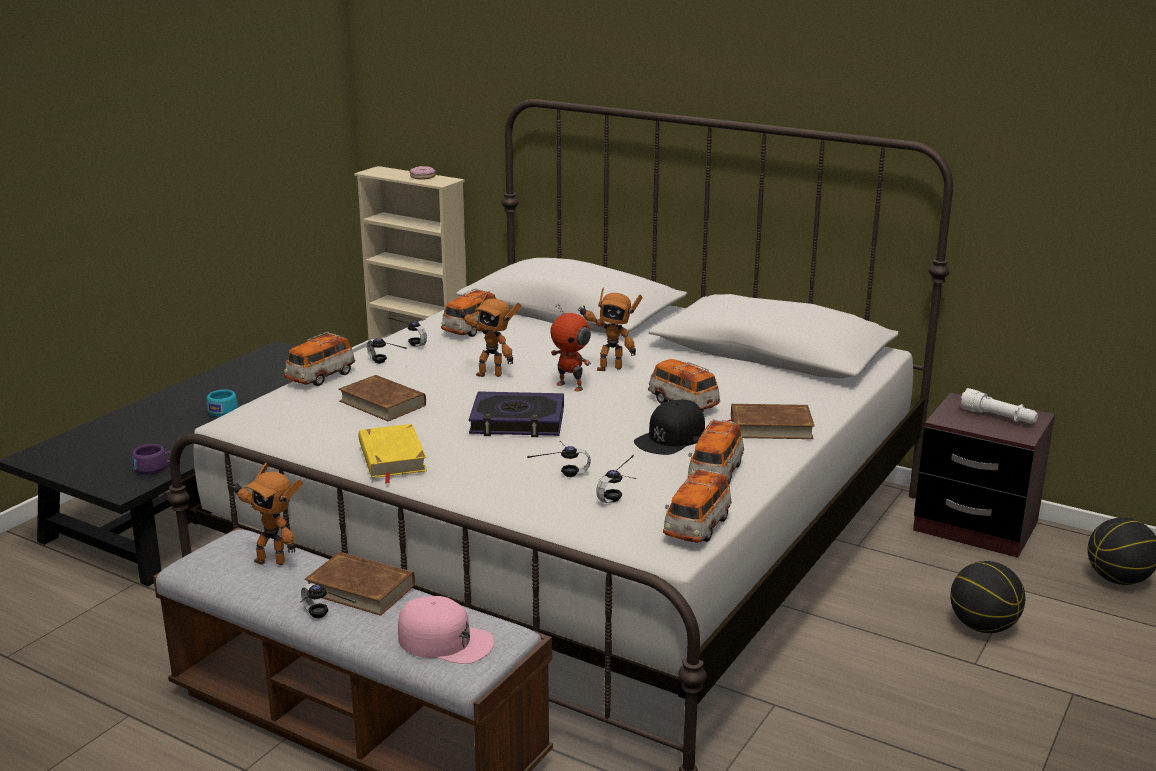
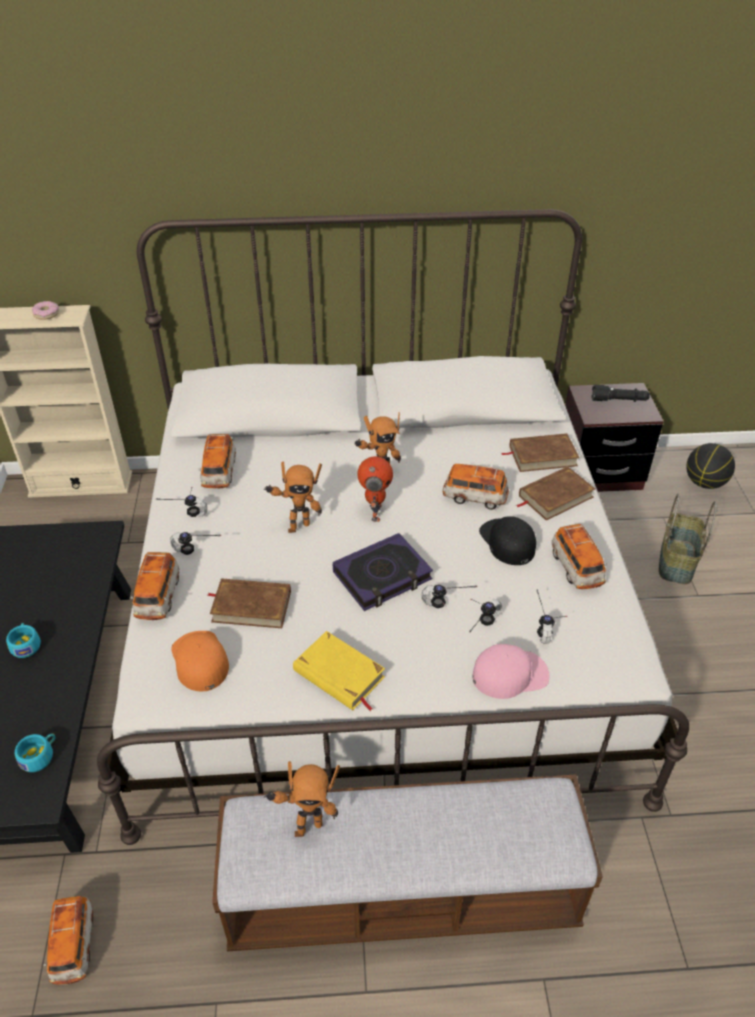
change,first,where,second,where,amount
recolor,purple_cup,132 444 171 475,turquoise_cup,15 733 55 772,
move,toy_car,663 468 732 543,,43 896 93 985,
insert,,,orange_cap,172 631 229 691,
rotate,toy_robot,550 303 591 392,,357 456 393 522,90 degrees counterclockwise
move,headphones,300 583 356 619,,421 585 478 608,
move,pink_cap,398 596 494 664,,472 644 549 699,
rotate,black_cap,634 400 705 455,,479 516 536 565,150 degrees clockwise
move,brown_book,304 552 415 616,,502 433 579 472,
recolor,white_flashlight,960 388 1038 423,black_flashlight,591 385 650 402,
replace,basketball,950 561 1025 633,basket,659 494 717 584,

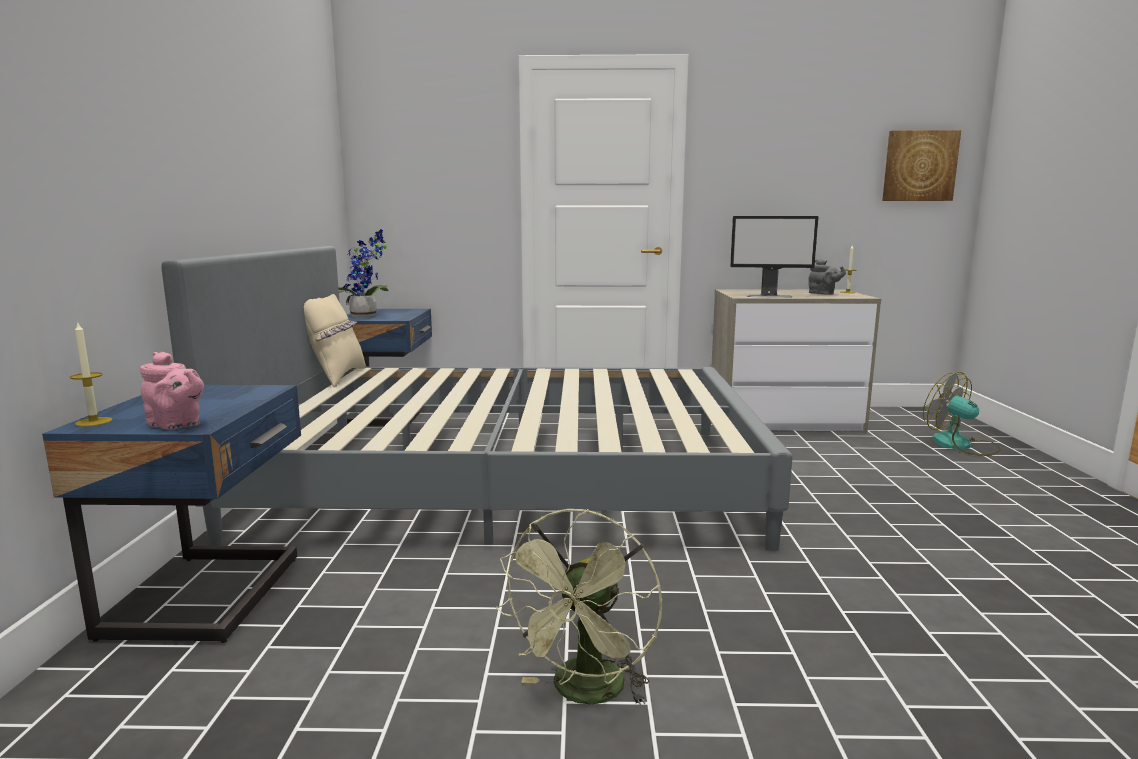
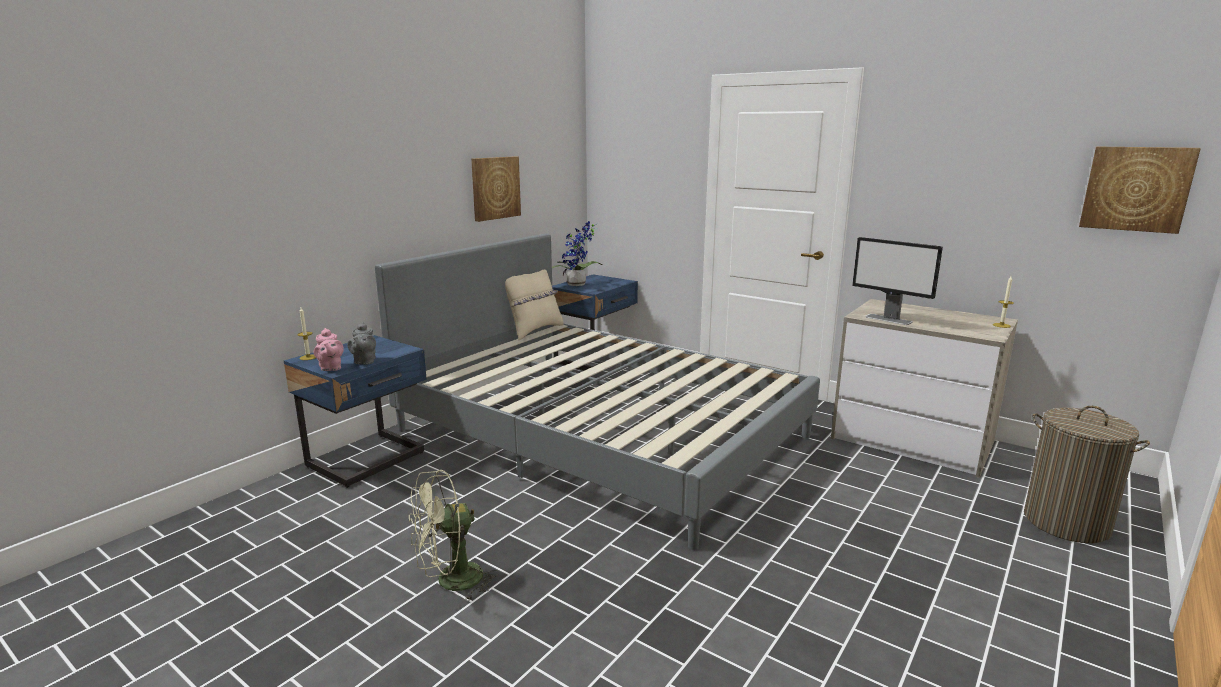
change,first,where,second,where,amount
move,grey_teapot,808 259 846 294,,347 322 376 365,
insert,,,picture,471 156 521 222,
replace,fan,923 372 1001 456,laundry_basket,1024 405 1150 543,

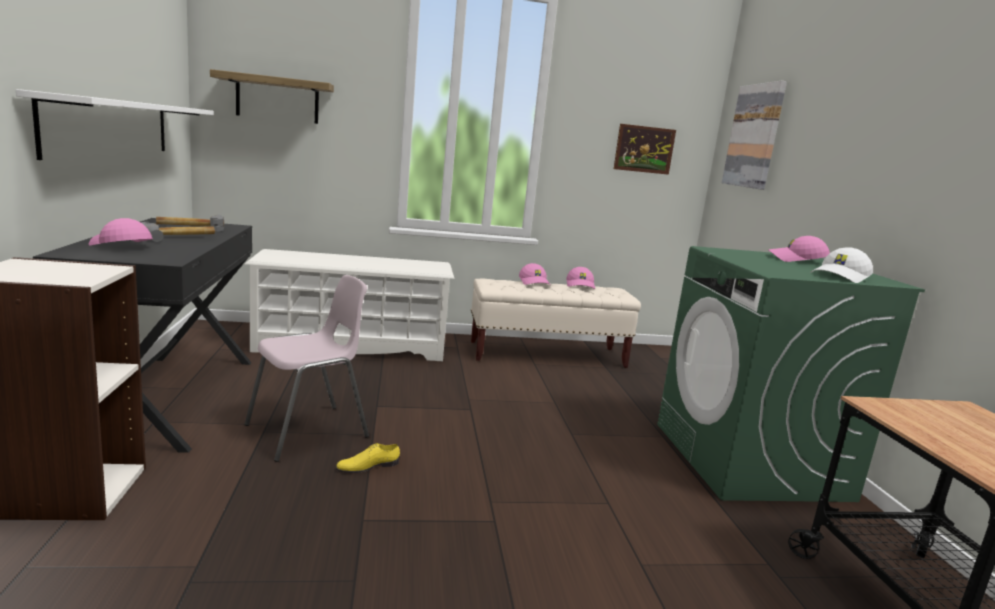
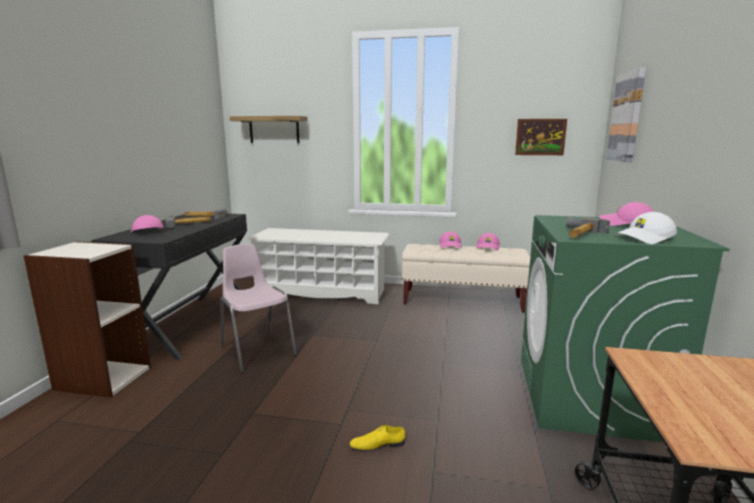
change,first,where,second,where,amount
rotate,pink_chair,244 275 369 462,,220 244 297 373,105 degrees counterclockwise
move,yellow_shoe,336 443 400 473,,349 425 405 451,
insert,,,hammer,566 217 610 238,
delete,white_shelf,16 89 214 160,,,

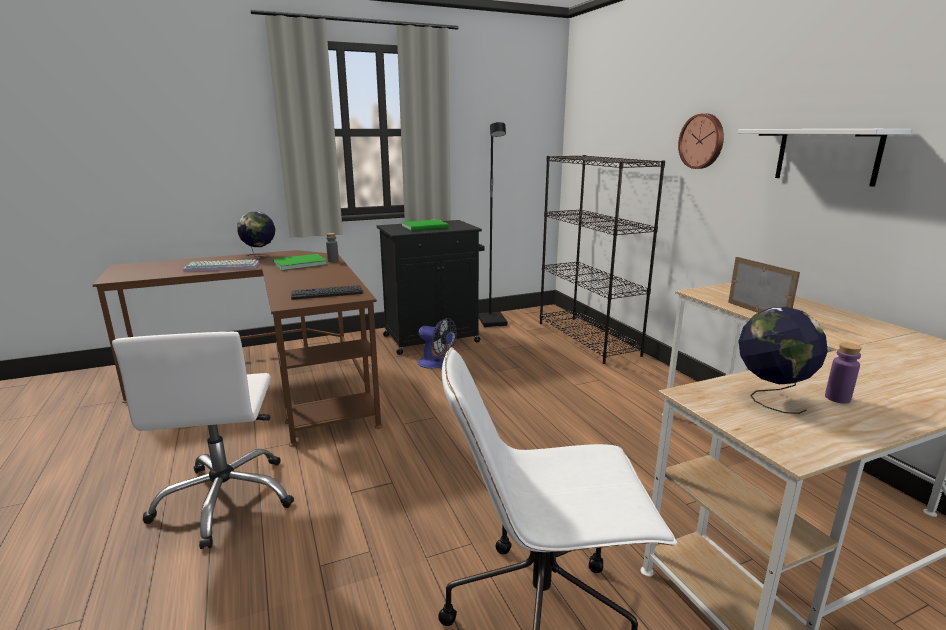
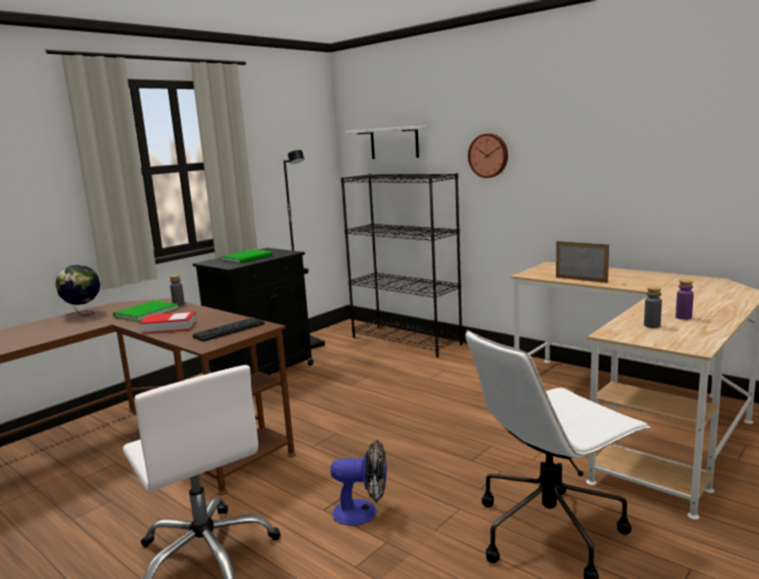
change,first,where,second,where,amount
insert,,,book,139 311 197 334,
move,fan,418 318 457 369,,330 440 387 526,
move,white_shelf,738 129 912 187,,345 126 427 159,
replace,globe,739 307 828 414,grey_bottle,644 287 662 328,
delete,keyboard,183 259 260 272,,,

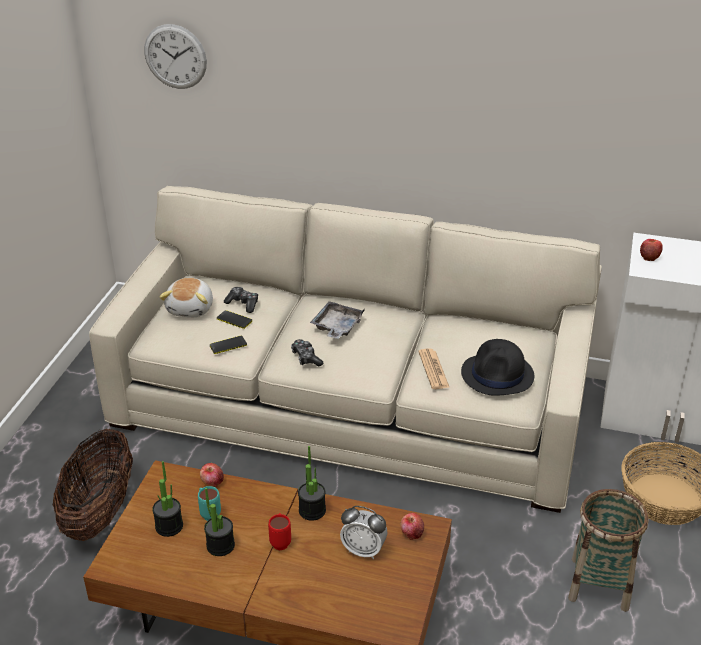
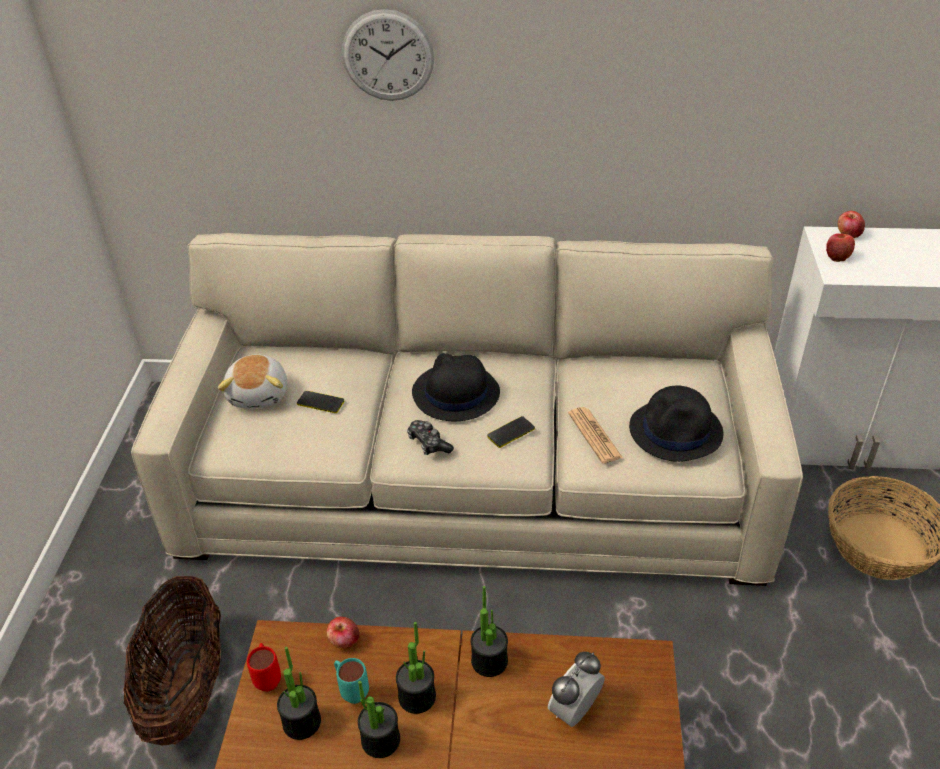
change,first,where,second,where,amount
move,red_mug,268 513 291 550,,247 643 281 692,
move,wall_clock,144 24 207 89,,342 9 434 101,
insert,,,potted_plant,396 622 436 714,
replace,grey_tray,310 301 365 339,black_hat,412 353 500 421,
move,phone,210 336 247 354,,487 416 535 448,
rotate,alarm_clock,340 506 387 559,,548 652 605 727,120 degrees clockwise
move,apple,400 513 424 540,,838 211 865 238,
delete,game_controller,224 287 258 313,,,
delete,basket,568 489 649 612,,,

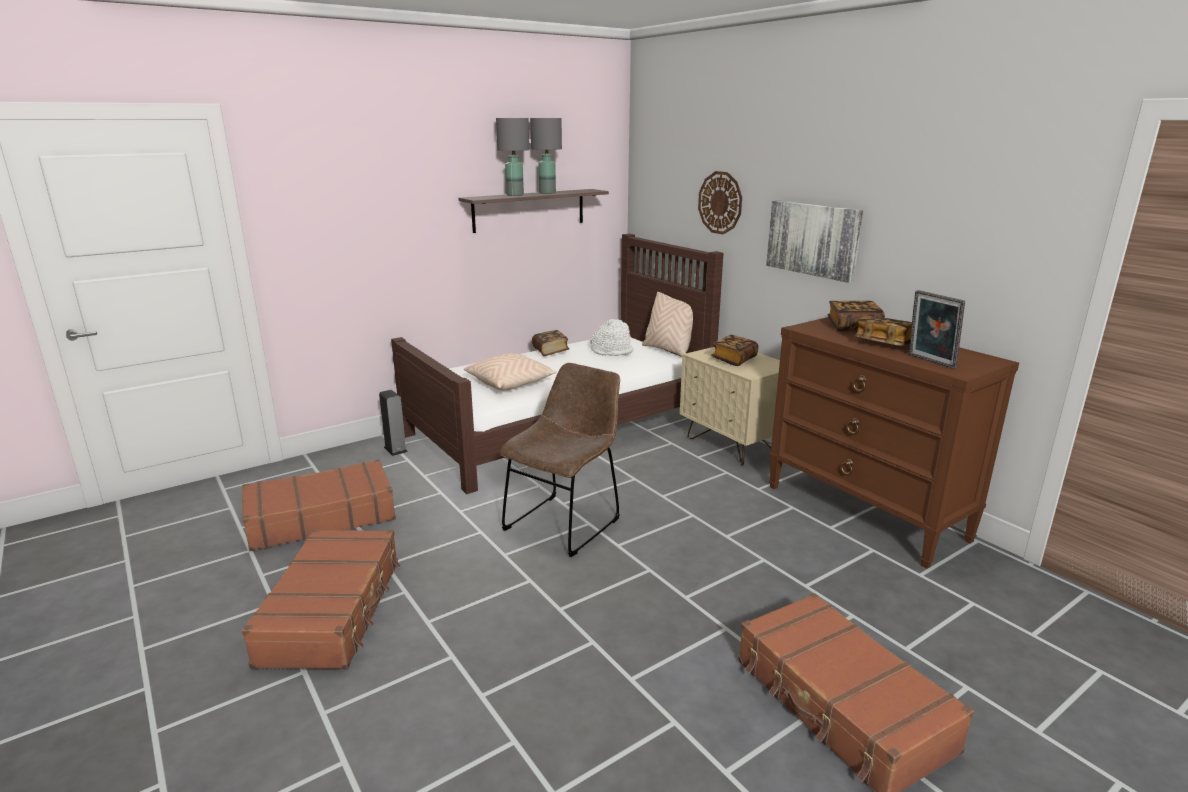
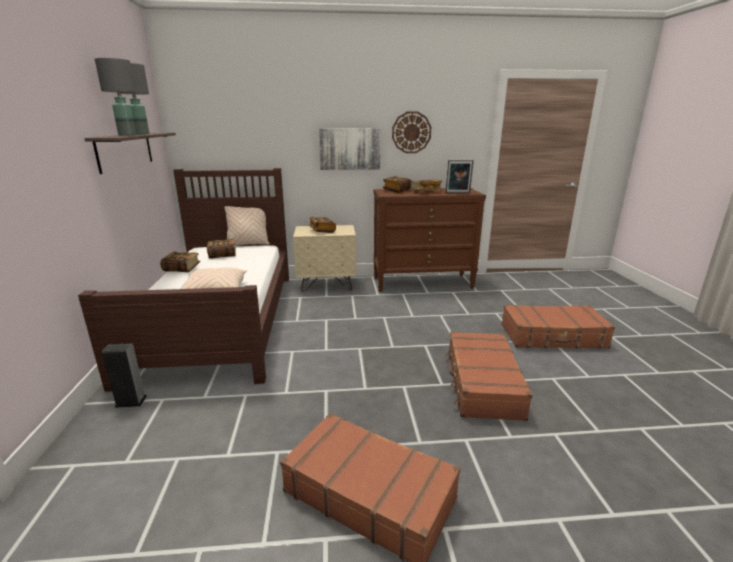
change,first,where,second,where,amount
replace,white_hat,590 319 634 356,book,207 239 236 258,
move,wall_clock,698 171 742 234,,392 111 431 153,
move,brown_suitcase,242 459 396 551,,445 331 533 421,
delete,brown_chair,500 363 620 557,,,

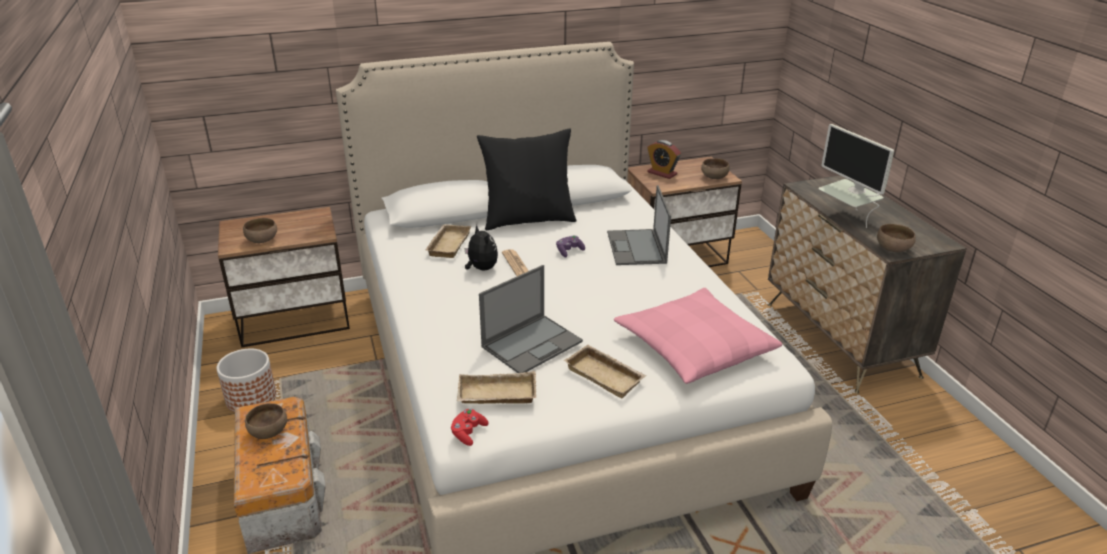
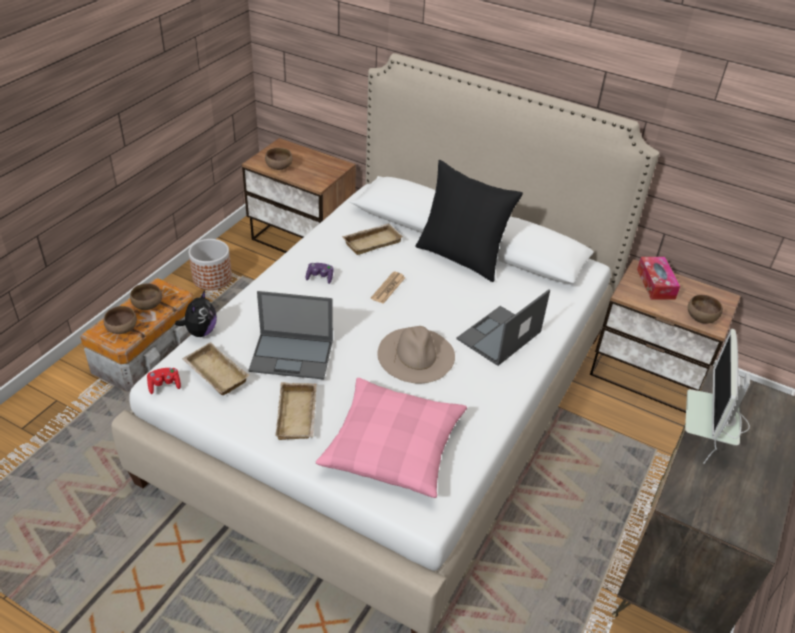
change,first,where,second,where,amount
move,brown_bowl,877 224 916 252,,104 306 137 334,
move,plush_toy,465 225 498 271,,175 290 217 337,
move,purple_game_controller,556 236 585 257,,306 263 334 284,
insert,,,beige_hat,377 326 455 384,
replace,alarm_clock,647 140 681 179,tissue_box,637 257 680 299,

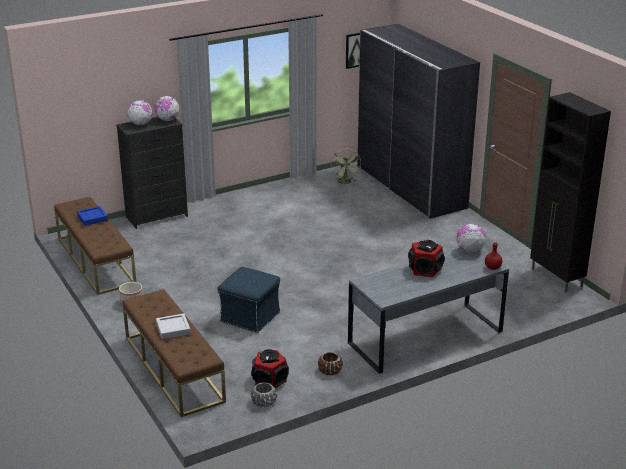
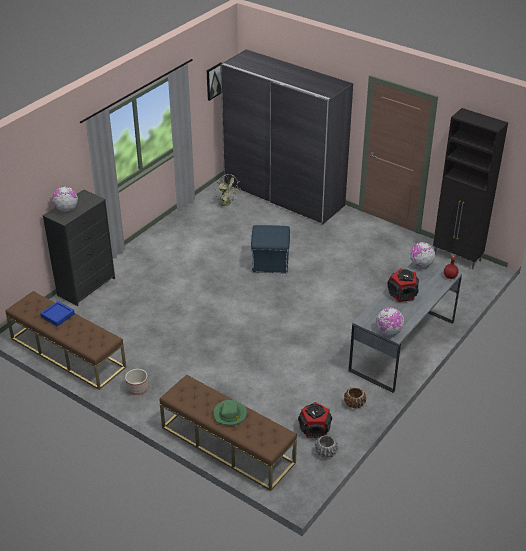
change,first,where,second,where,amount
replace,grey_tray,156 314 191 339,green_hat,214 400 247 426,
move,blue_ottoman,218 267 280 333,,251 225 290 273,
move,globe,154 96 179 121,,377 308 404 335,

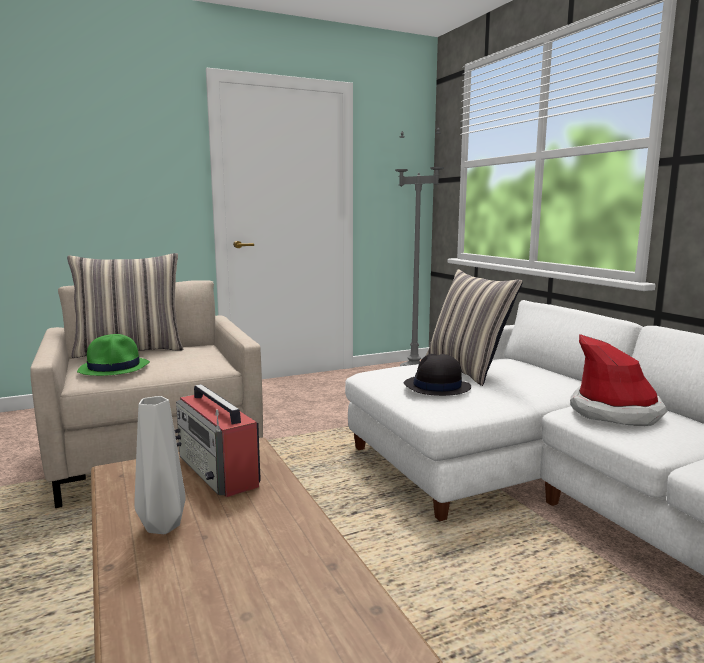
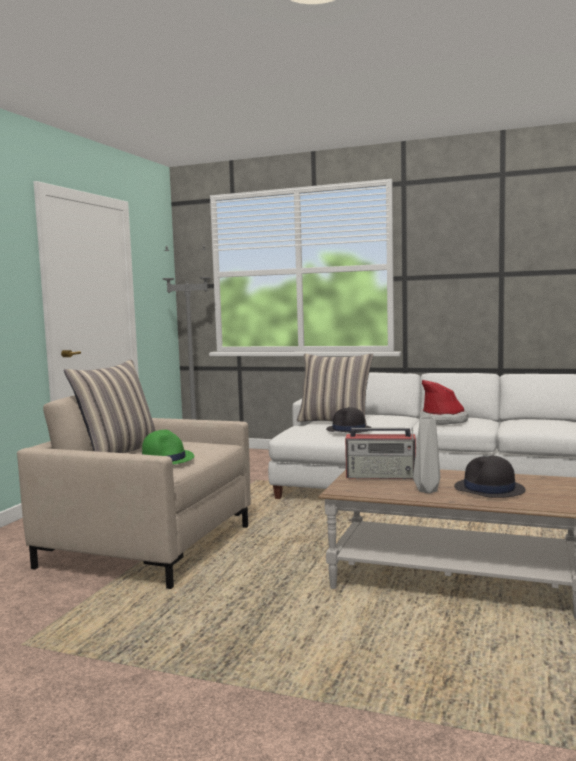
change,first,where,second,where,amount
insert,,,black_hat,454 455 526 498,

